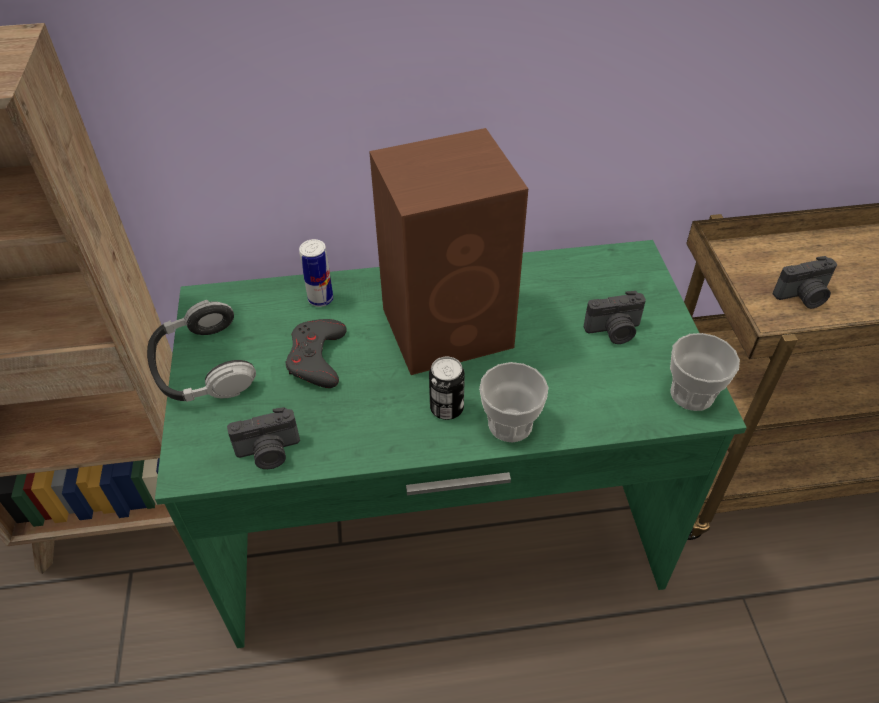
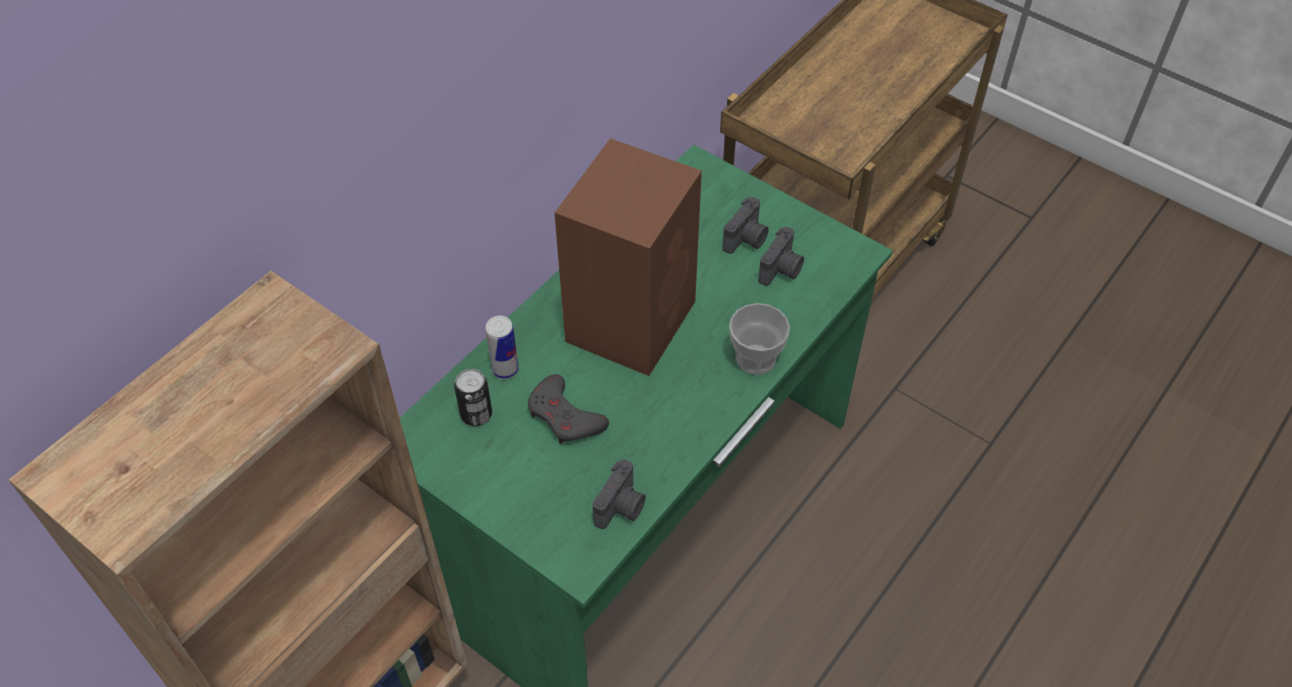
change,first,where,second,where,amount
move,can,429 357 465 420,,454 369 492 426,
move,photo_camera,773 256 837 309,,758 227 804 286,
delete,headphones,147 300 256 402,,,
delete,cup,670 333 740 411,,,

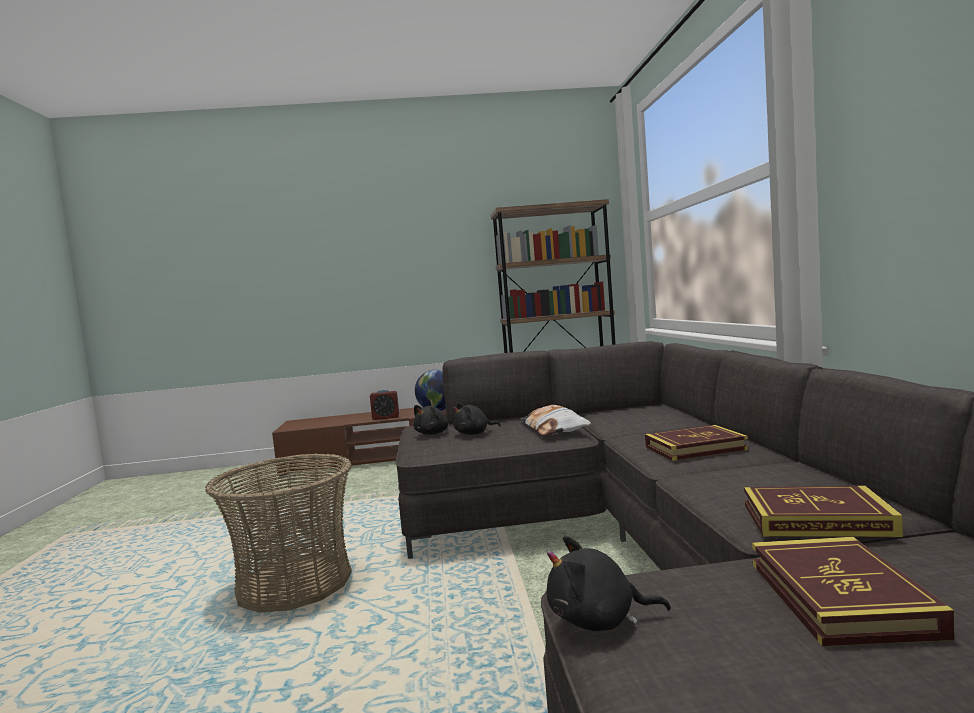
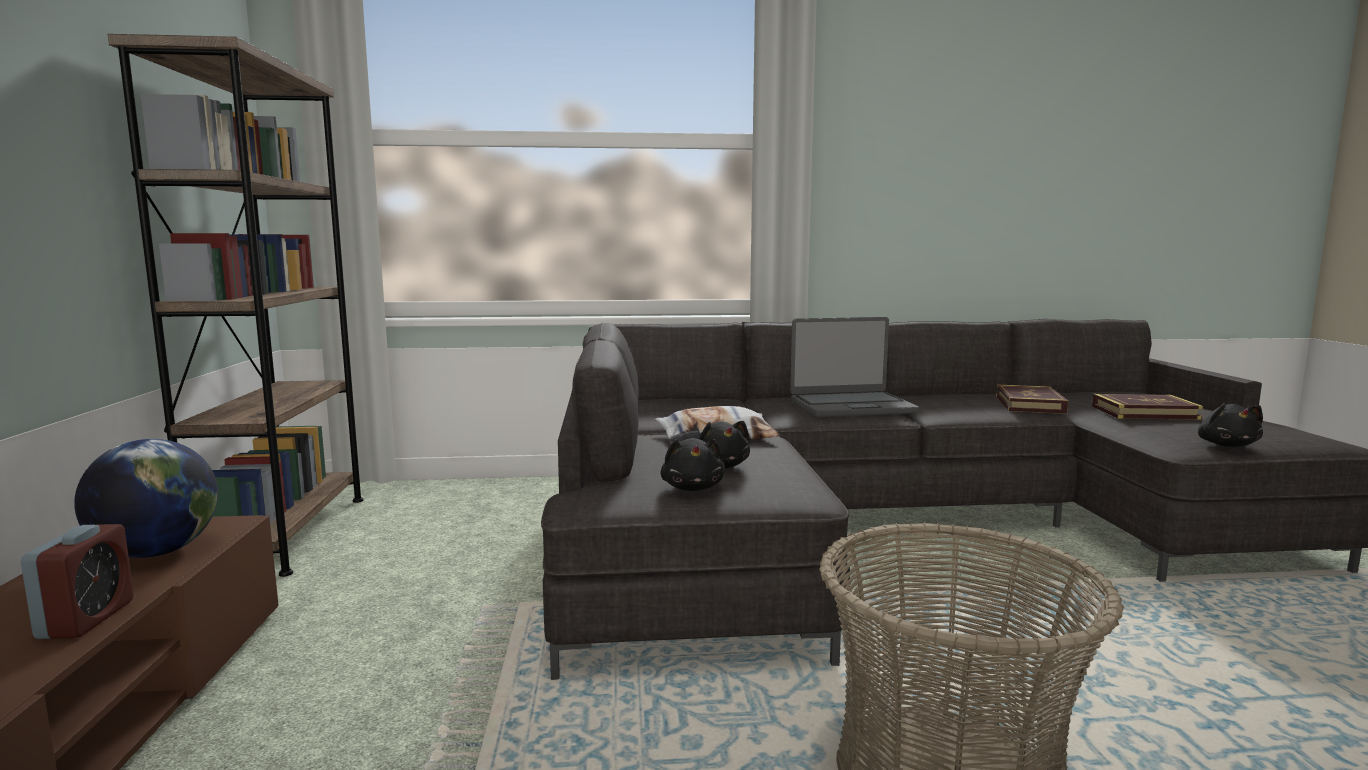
change,first,where,second,where,amount
rotate,black_plush_toy,413 405 451 435,,661 438 725 491,45 degrees clockwise
replace,book,645 425 748 461,laptop,790 317 919 417,

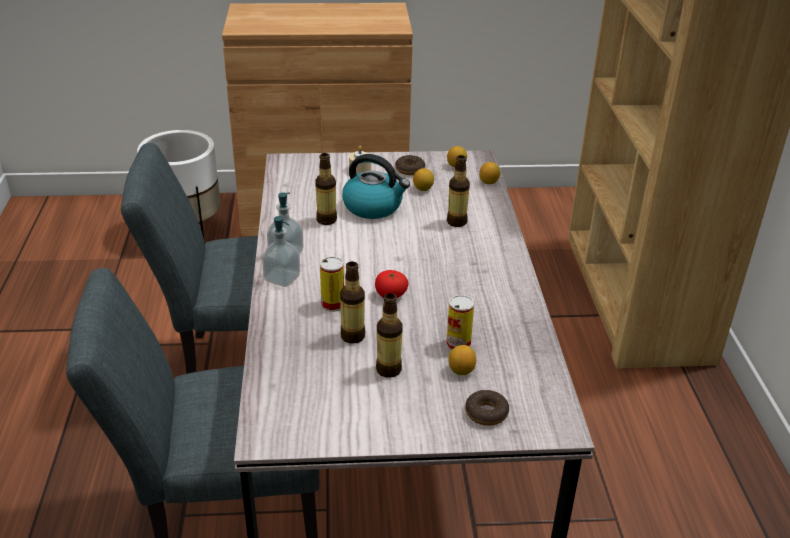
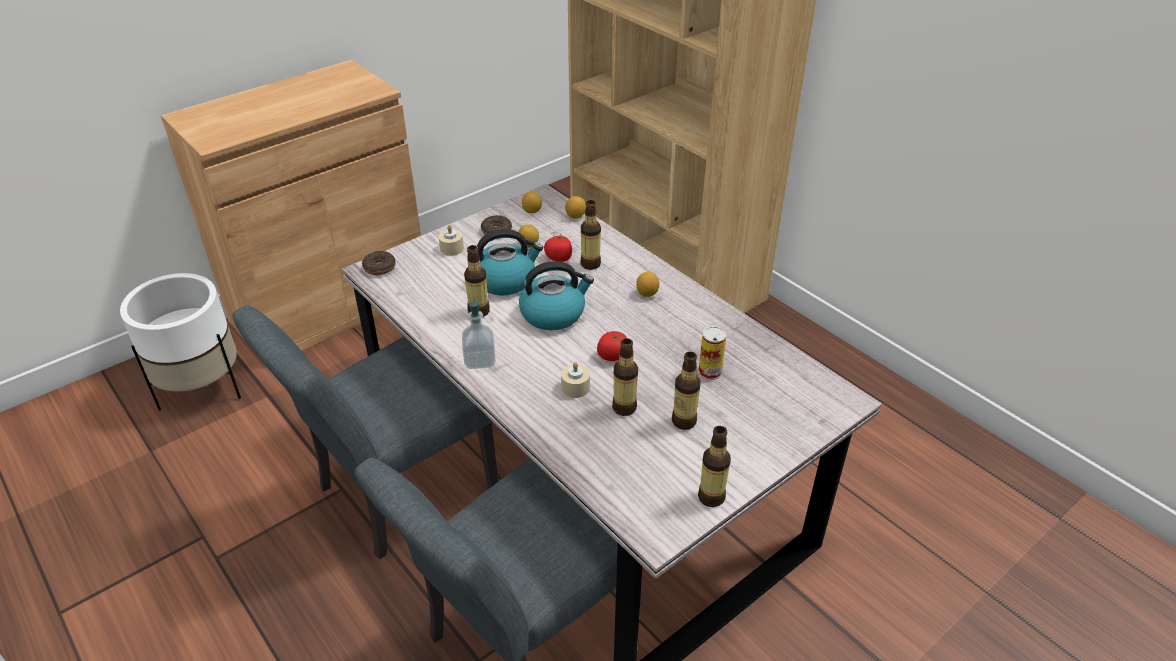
change,first,where,second,where,amount
move,donut,465 390 509 426,,362 251 396 275,
insert,,,kettle,519 261 594 330,
insert,,,tomato,544 234 572 262,
replace,can,320 256 344 312,beige_candle,561 362 590 398,
move,lemon,448 345 476 375,,636 272 659 297,
insert,,,bottle,698 426 731 507,
delete,soap_dispenser,262 216 300 287,,,

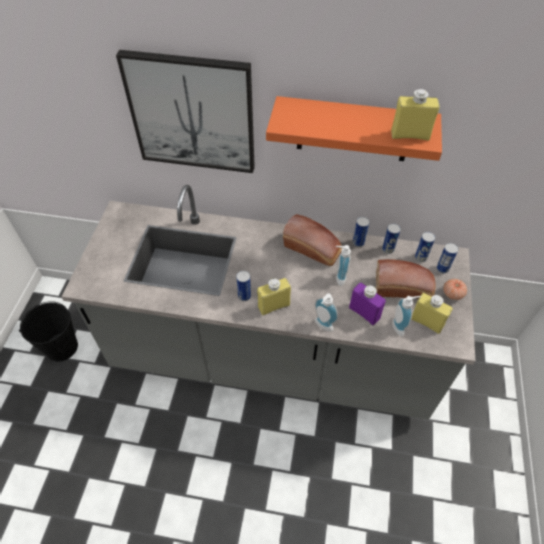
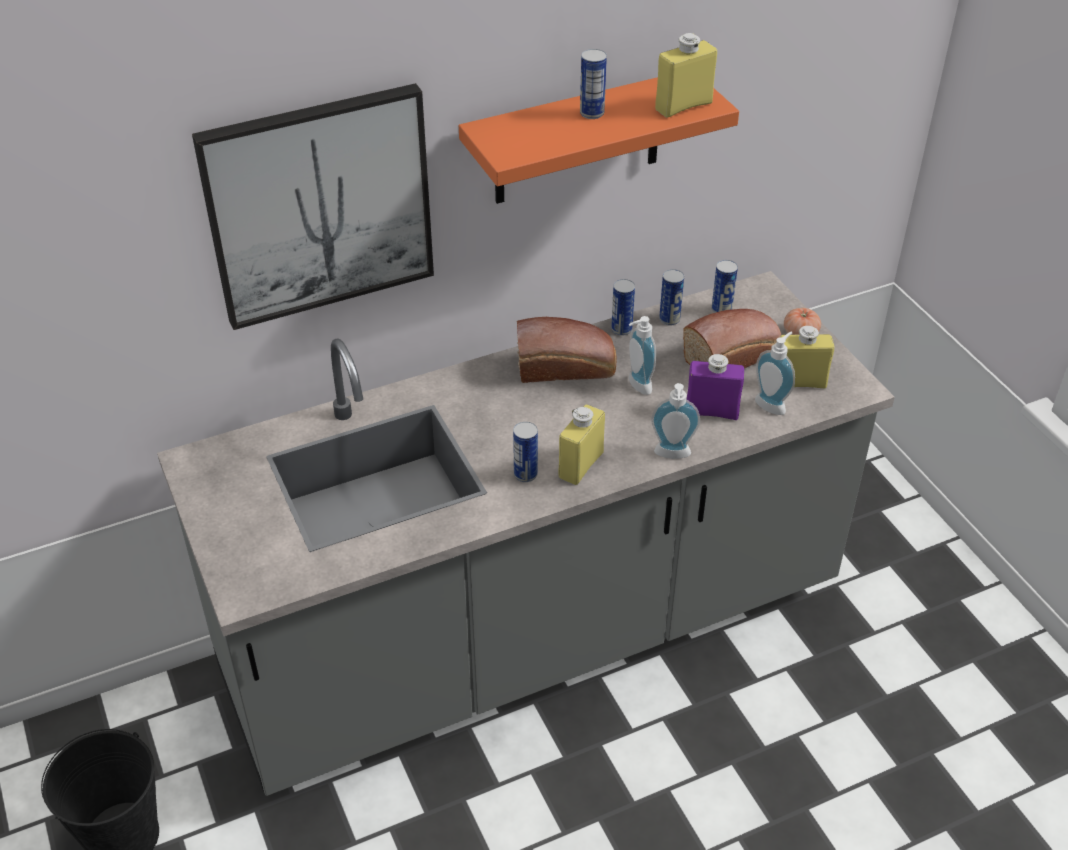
change,first,where,second,where,amount
move,can,436 243 458 273,,580 49 607 119,

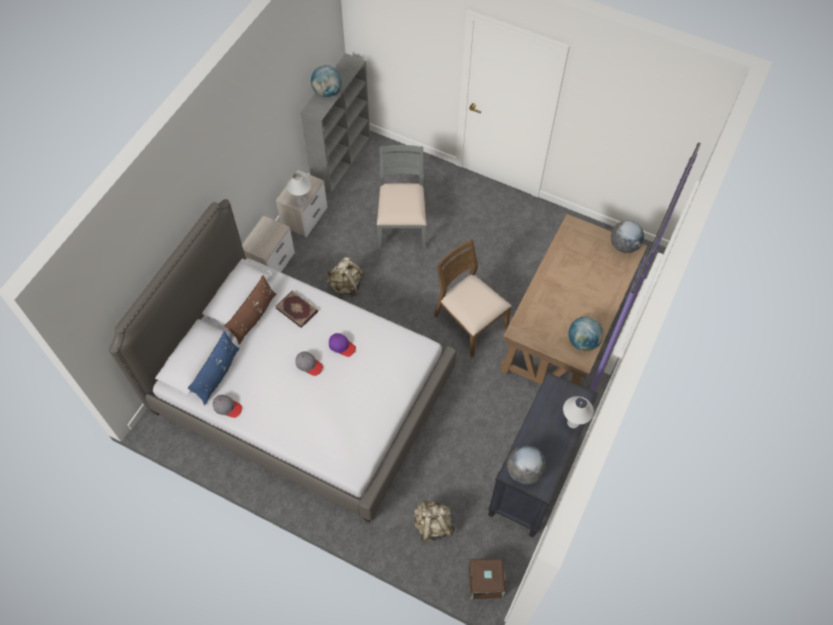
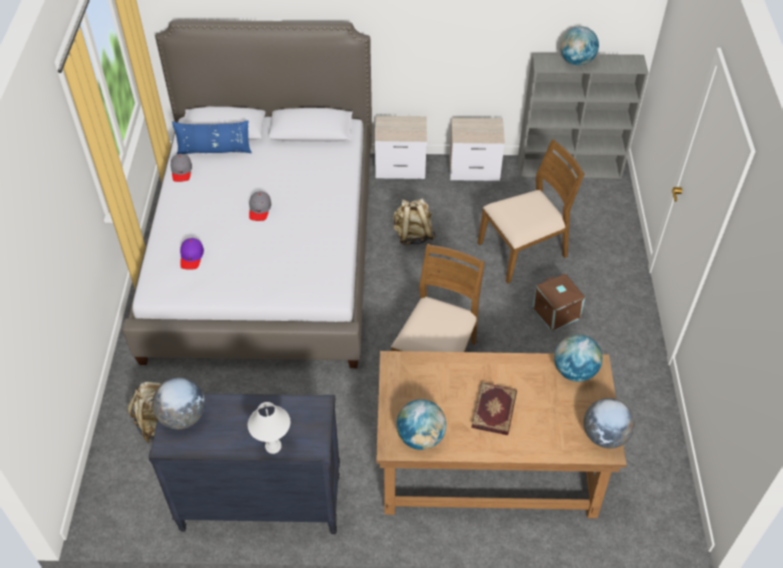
change,first,where,second,where,amount
move,purple_cap,329 333 356 357,,180 238 204 270,
move,book,275 291 318 328,,471 382 517 435,
recolor,grey_chair,377 145 426 250,brown_chair,478 140 585 284,
move,brown_storage_box,469 559 507 600,,532 273 585 331,
insert,,,globe,554 334 602 382,
delete,brown_pillow,224 275 276 345,,,
delete,white_table_lamp,287 173 311 205,,,

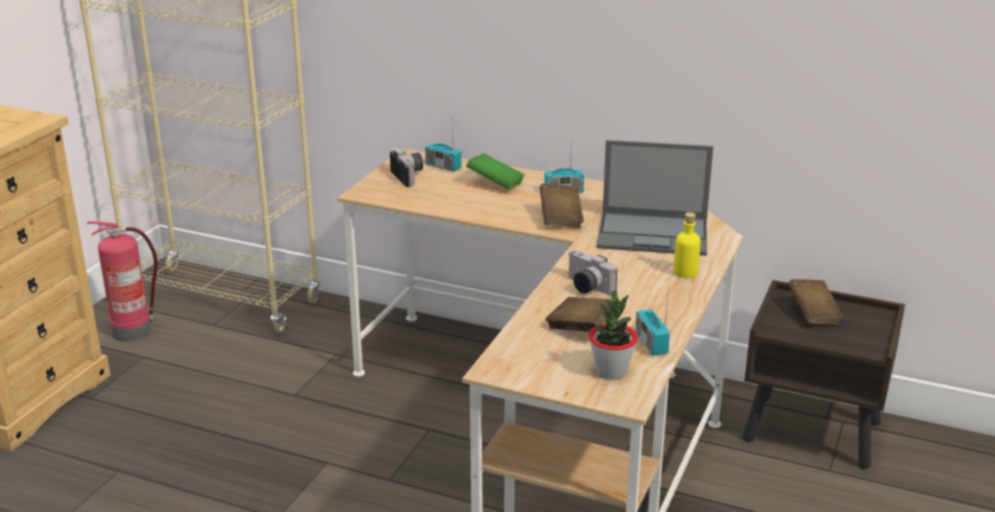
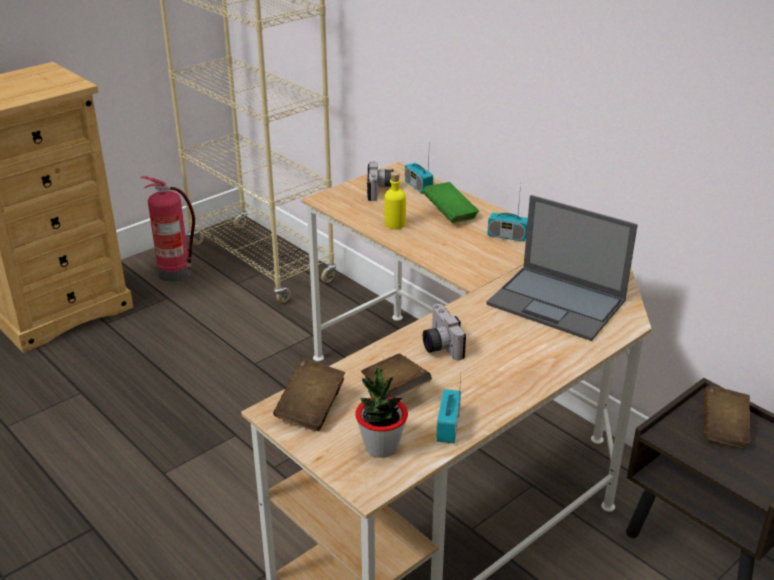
change,first,where,second,where,amount
move,brown_book,540 183 584 229,,273 358 345 431,
move,yellow_bottle,674 212 701 279,,384 171 406 229,

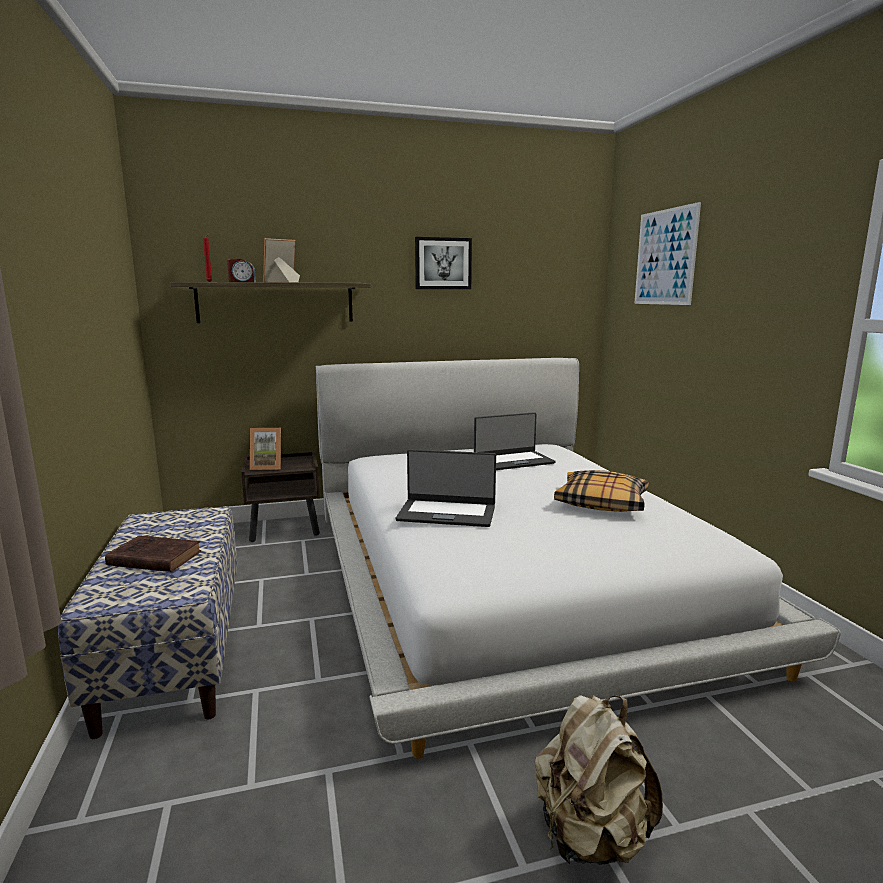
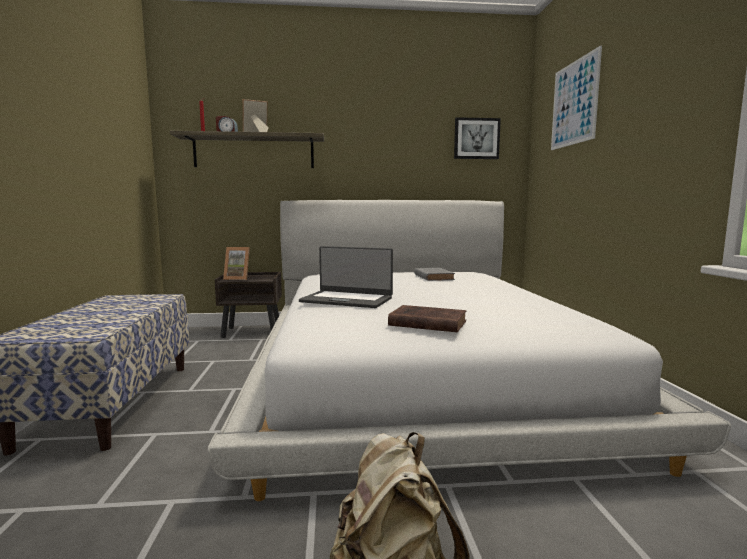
change,first,where,second,where,amount
move,brown_book,105 535 201 572,,388 305 467 333,
replace,laptop,474 412 556 470,grey_book,414 268 455 281,
move,picture,415 237 472 289,,454 117 501 159,
delete,pillow,554 470 649 512,,,

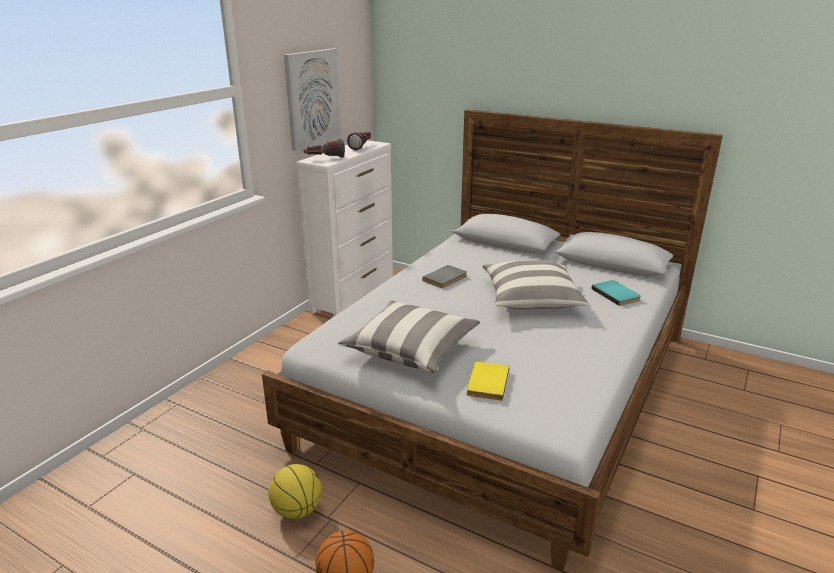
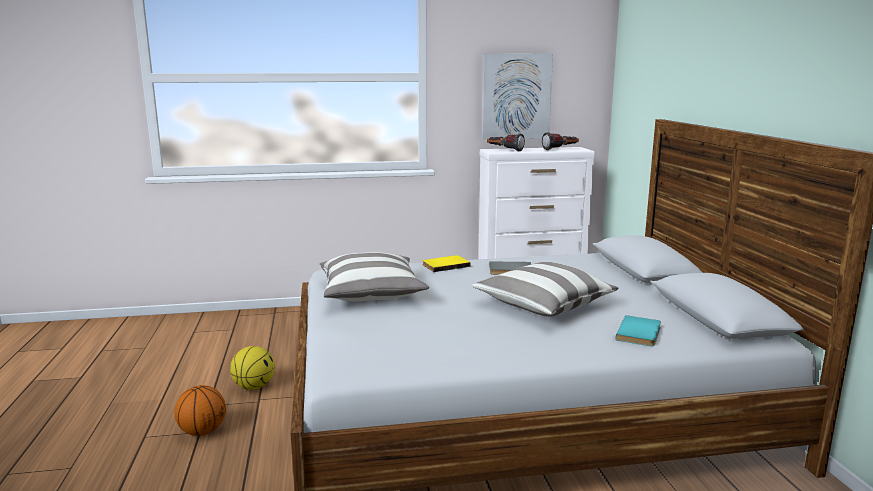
change,first,where,second,where,amount
move,yellow_book,467 362 509 401,,423 255 471 272,

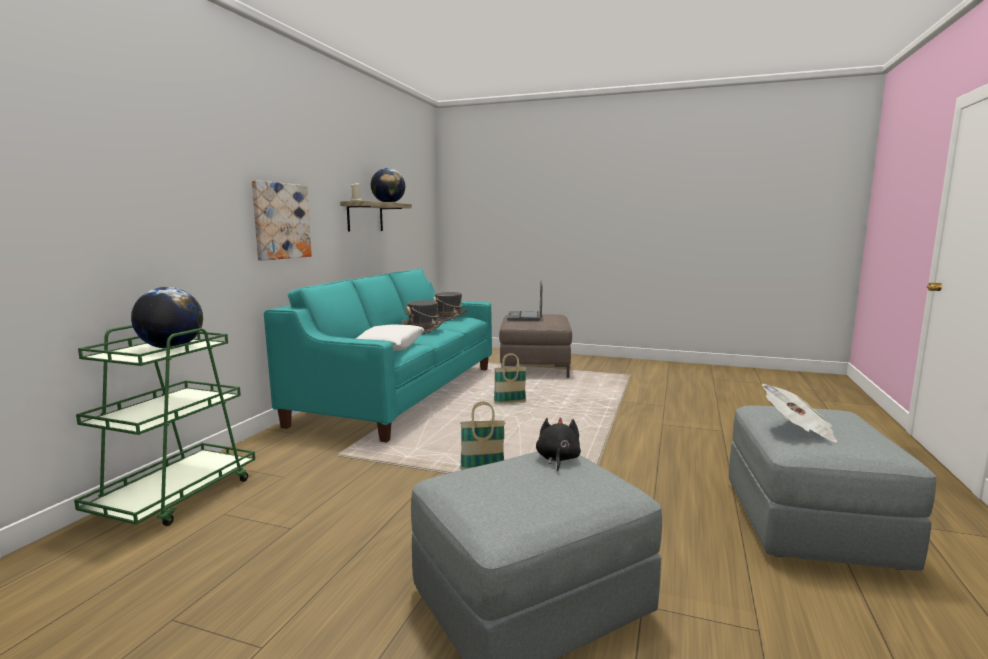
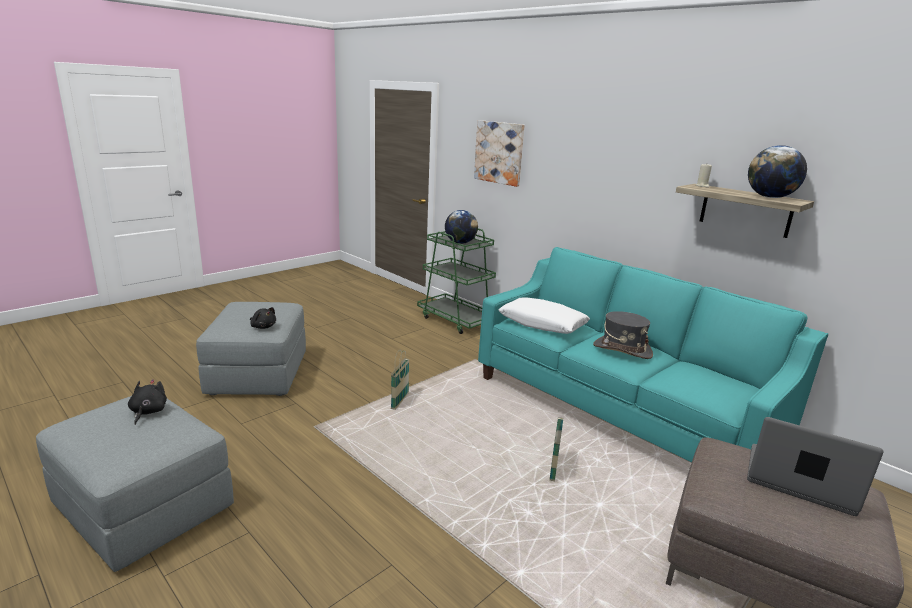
change,first,where,second,where,amount
replace,newspaper,762 384 838 443,black_plush_toy,128 379 167 425,
move,picture,252 180 312 261,,474 120 525 187,
delete,grey_hat,433 292 467 321,,,

